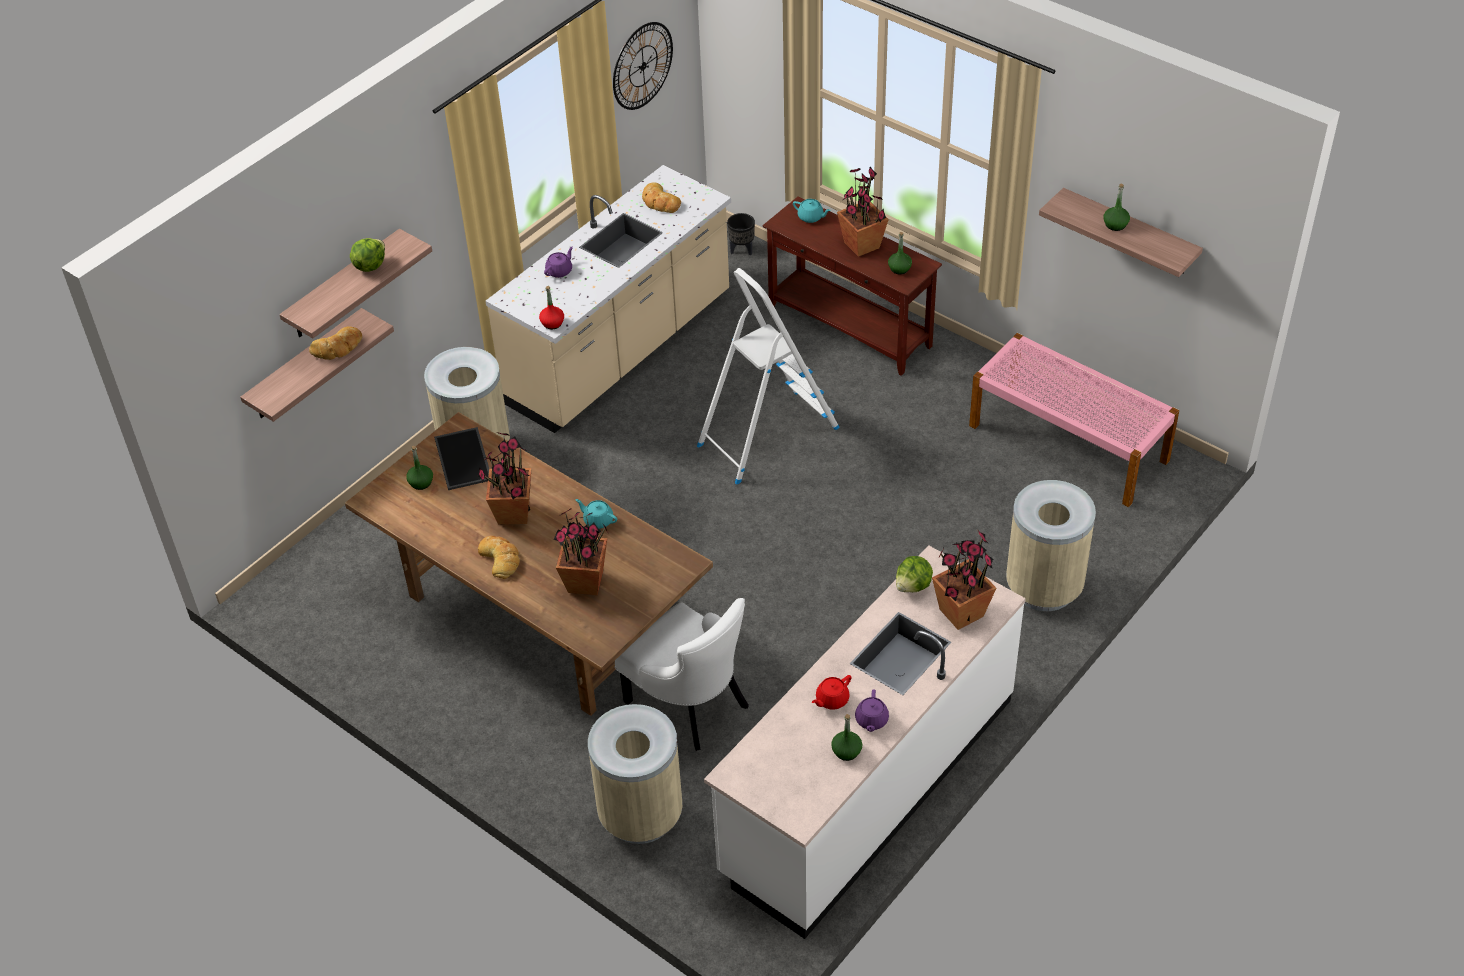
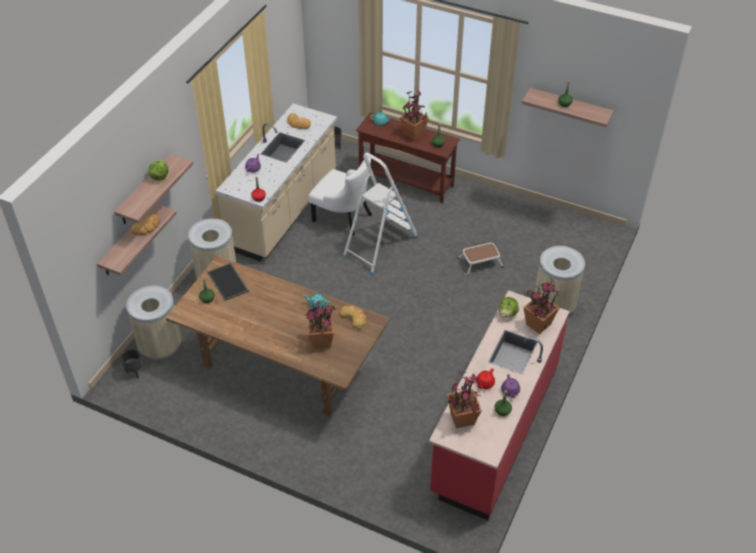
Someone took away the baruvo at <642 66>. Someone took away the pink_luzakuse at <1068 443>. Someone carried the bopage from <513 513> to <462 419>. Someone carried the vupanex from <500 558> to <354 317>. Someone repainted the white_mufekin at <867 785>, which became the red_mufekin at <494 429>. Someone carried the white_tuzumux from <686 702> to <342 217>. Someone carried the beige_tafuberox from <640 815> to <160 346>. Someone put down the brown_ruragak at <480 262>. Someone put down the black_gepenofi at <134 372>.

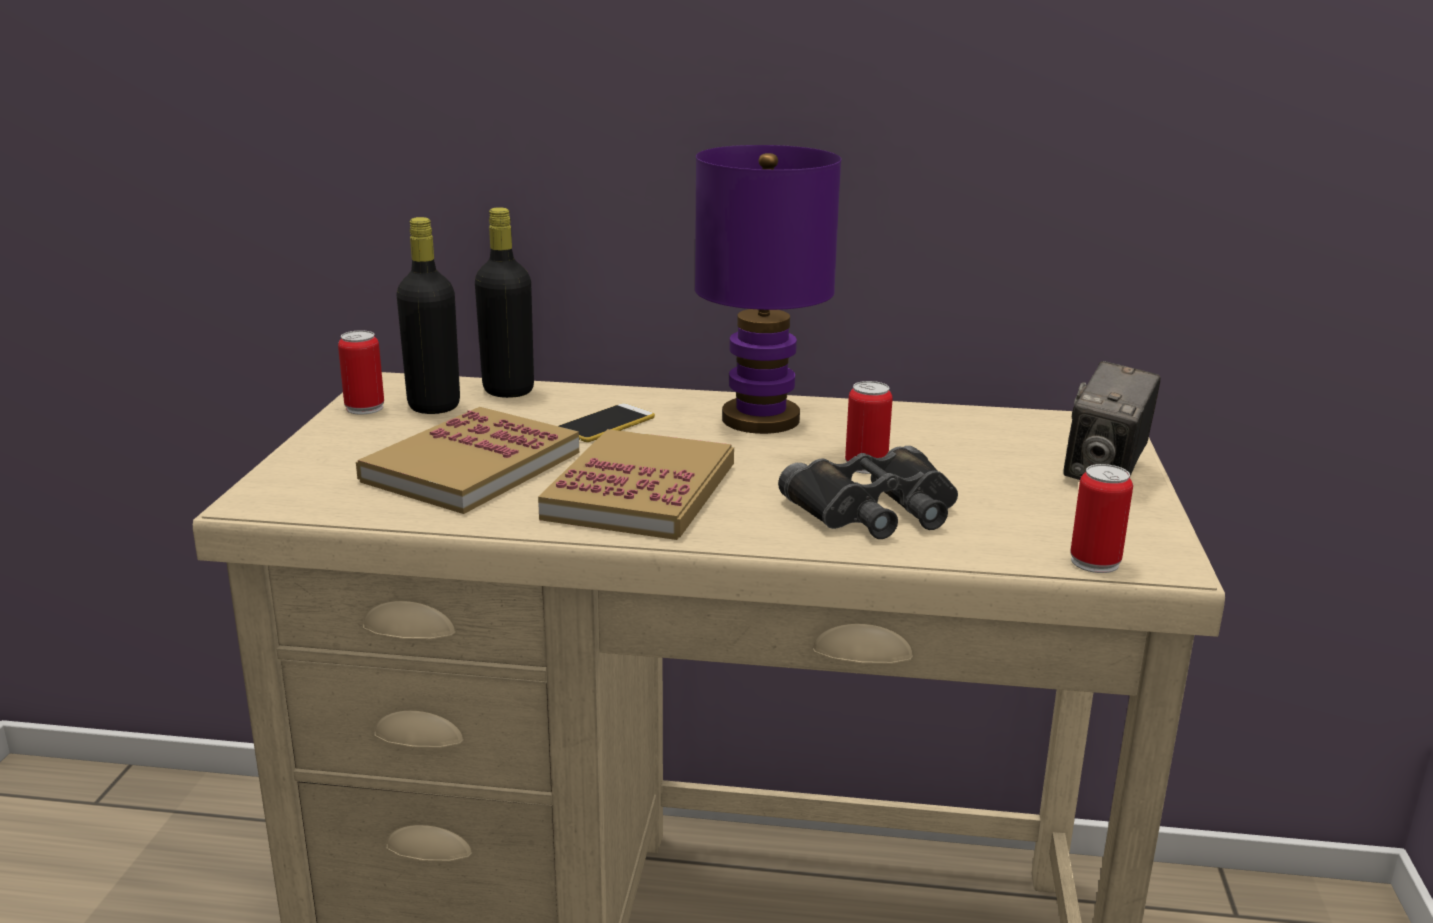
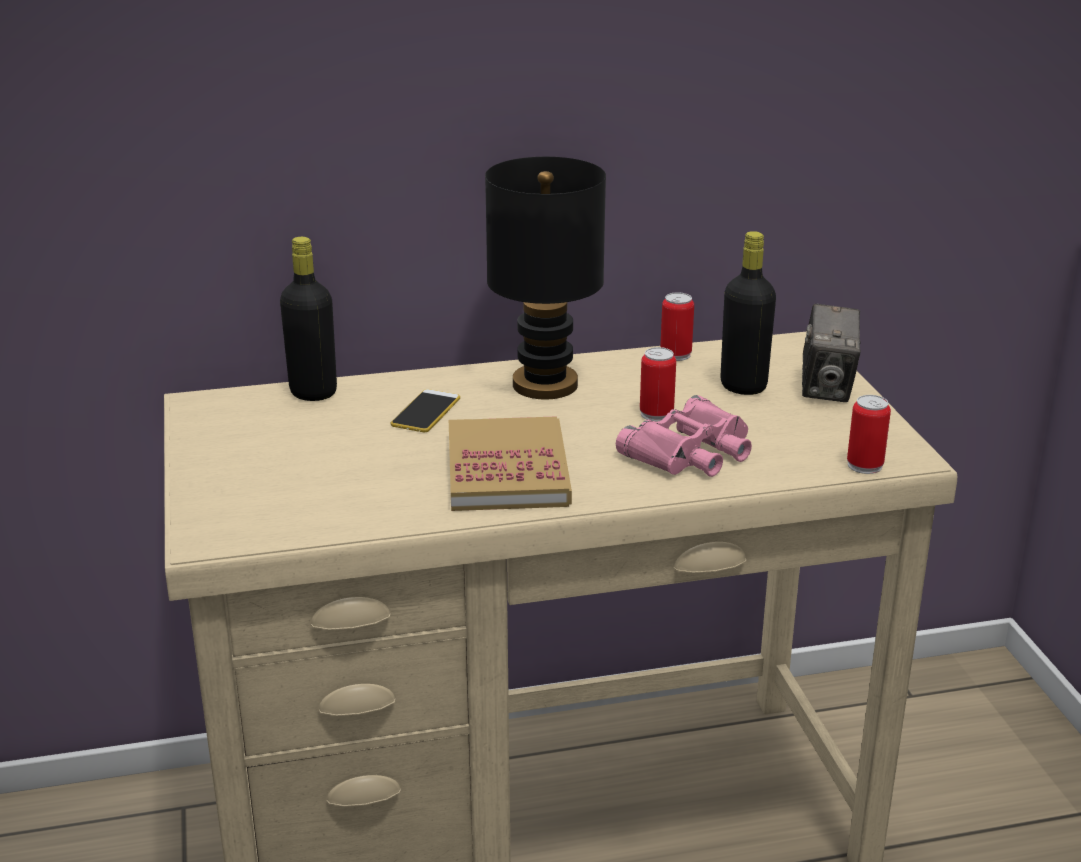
Someone repainted the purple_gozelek at <759 420>, which became the black_gozelek at <544 385>. Someone carried the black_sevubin from <434 406> to <743 386>. Someone carried the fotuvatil from <364 408> to <675 354>. Someone took away the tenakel at <471 466>. Someone repainted the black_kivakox at <876 510>, which became the pink_kivakox at <691 452>.

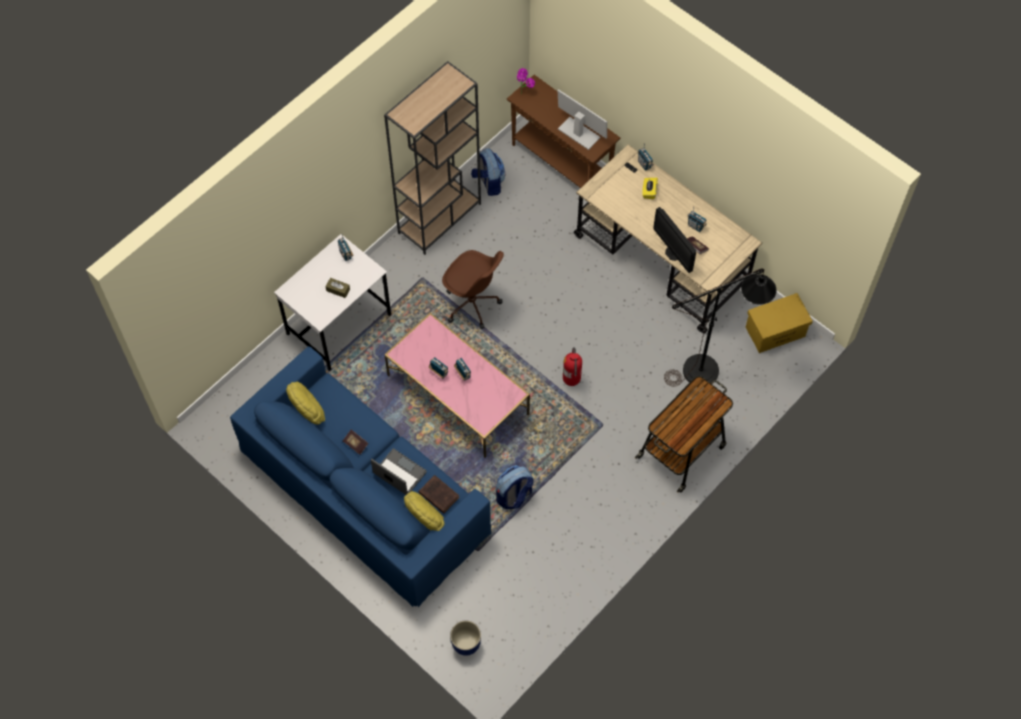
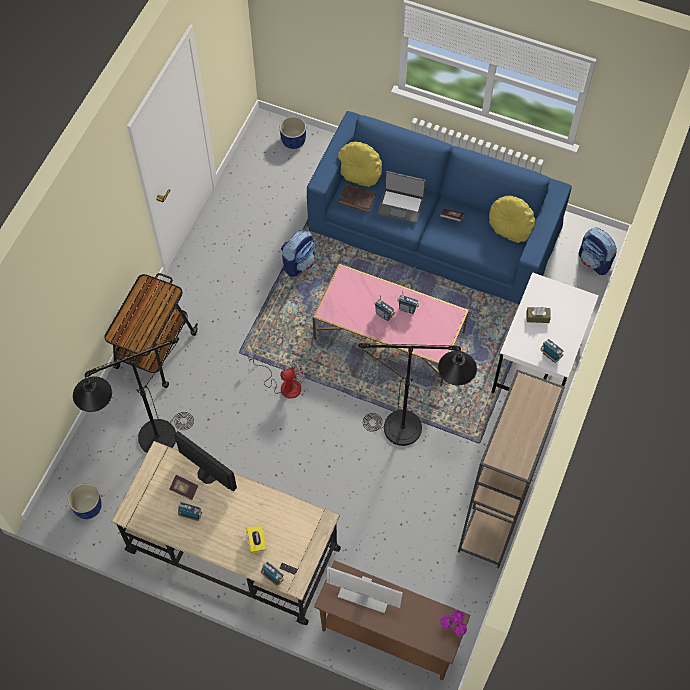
Someone carried the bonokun from <489 183> to <594 262>. Someone swapped the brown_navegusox at <473 305> for the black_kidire at <413 430>. Someone swapped the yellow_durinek at <775 331> for the blue_gepenofi at <88 508>. Someone swapped the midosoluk at <572 381> for the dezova at <284 385>.

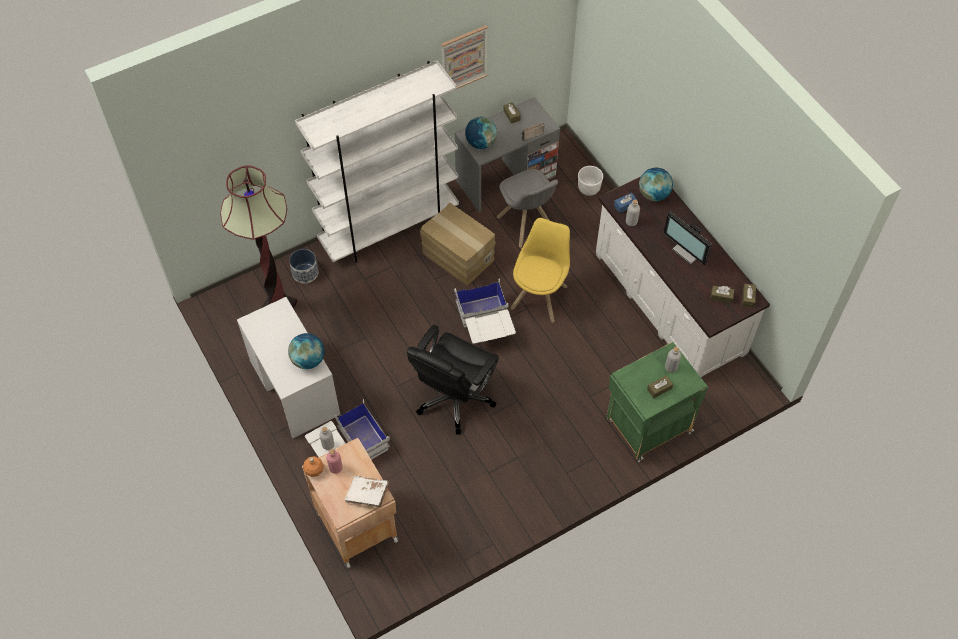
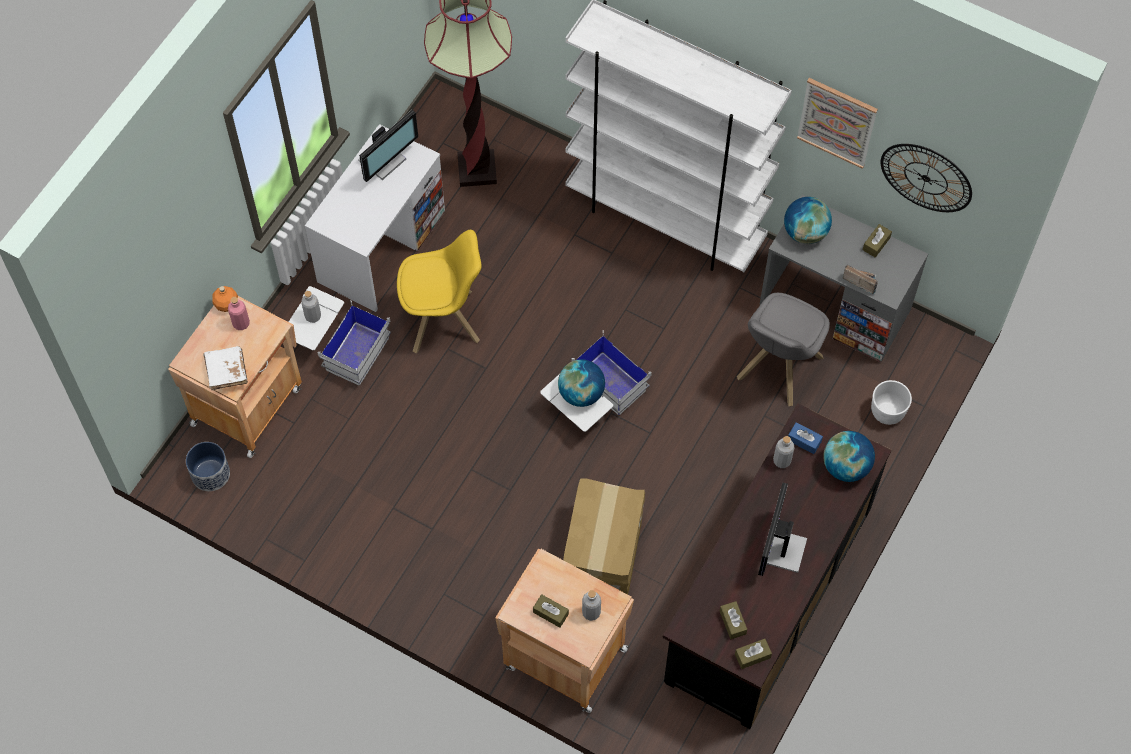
Someone repainted the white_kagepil at <669 305>, which became the black_kagepil at <766 598>. Someone carried the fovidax from <457 256> to <601 550>. Someone carried the yellow_tuzumux from <539 297> to <443 320>. Someone carried the gepenofi from <305 273> to <211 473>. Someone took away the black_navegusox at <455 398>. Someone carried the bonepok from <308 360> to <581 393>. Someone repainted the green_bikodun at <647 427>, which became the brown_bikodun at <563 657>. Someone put down the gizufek at <384 160>. Someone put up the baruvo at <926 178>.

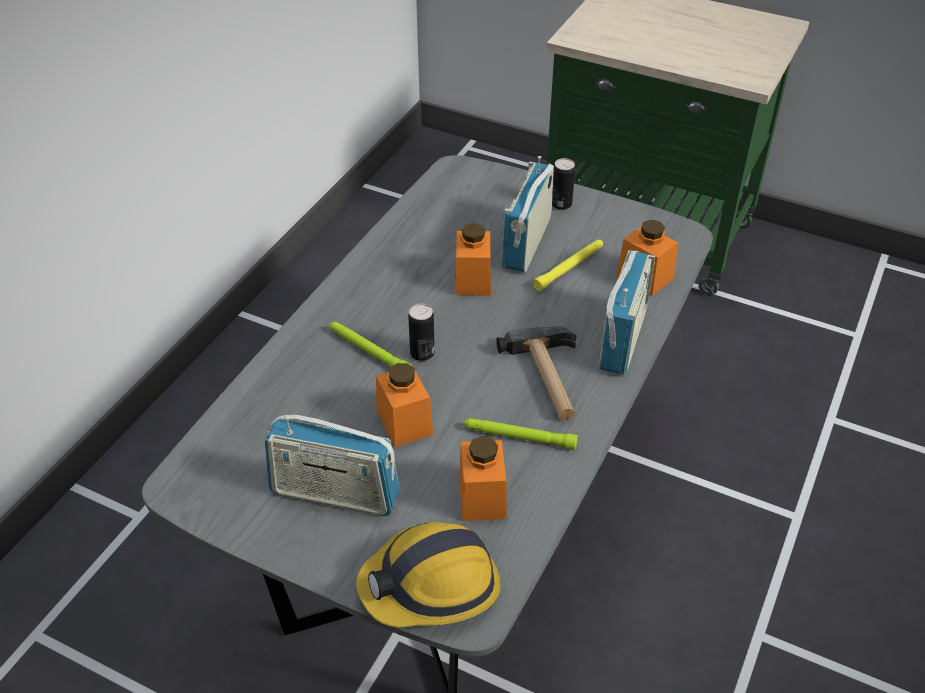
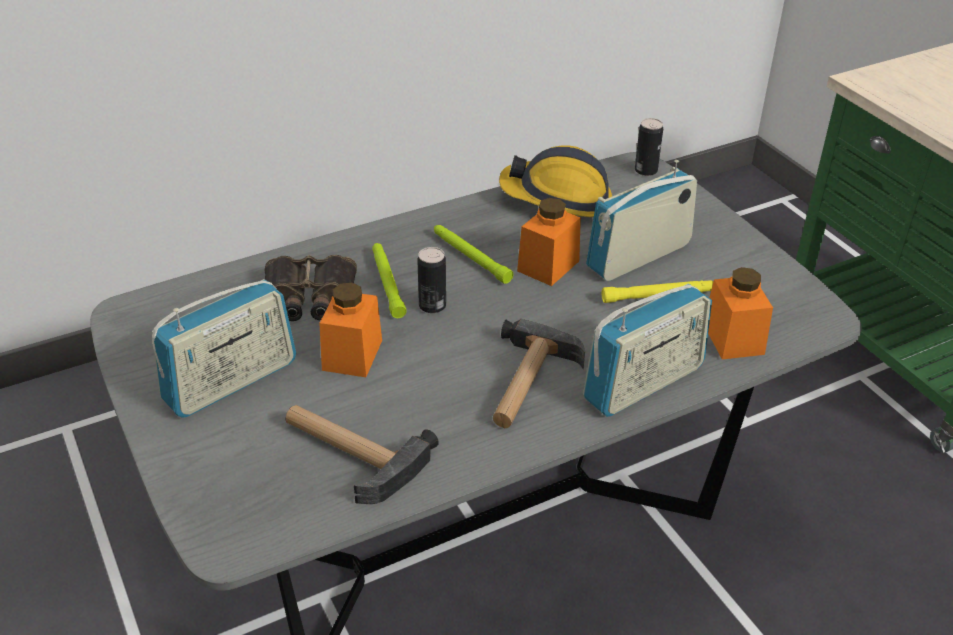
Someone carried the fotuvatil from <561 204> to <645 170>. Someone rotated the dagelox at <335 494> by 90 degrees counterclockwise. Someone carried the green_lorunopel from <519 437> to <470 257>. Someone swapped the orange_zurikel at <482 497> for the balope at <349 452>. Someone carried the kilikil from <431 586> to <558 198>. Someone put down the kivakox at <309 297>.

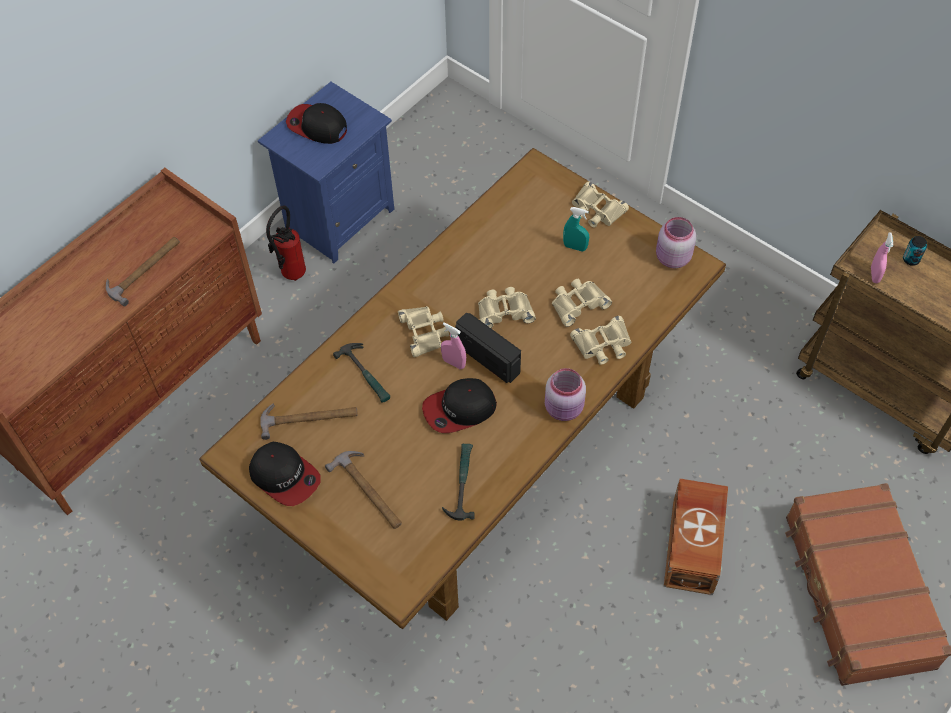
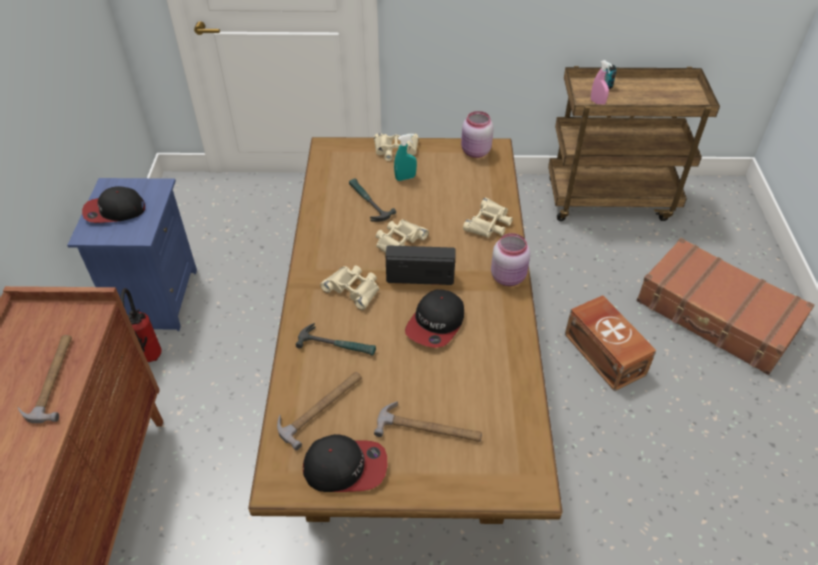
Someone took away the beige_kivakox at <578 303>. Someone took away the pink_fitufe at <454 363>. Someone carried the balope from <461 483> to <368 202>.

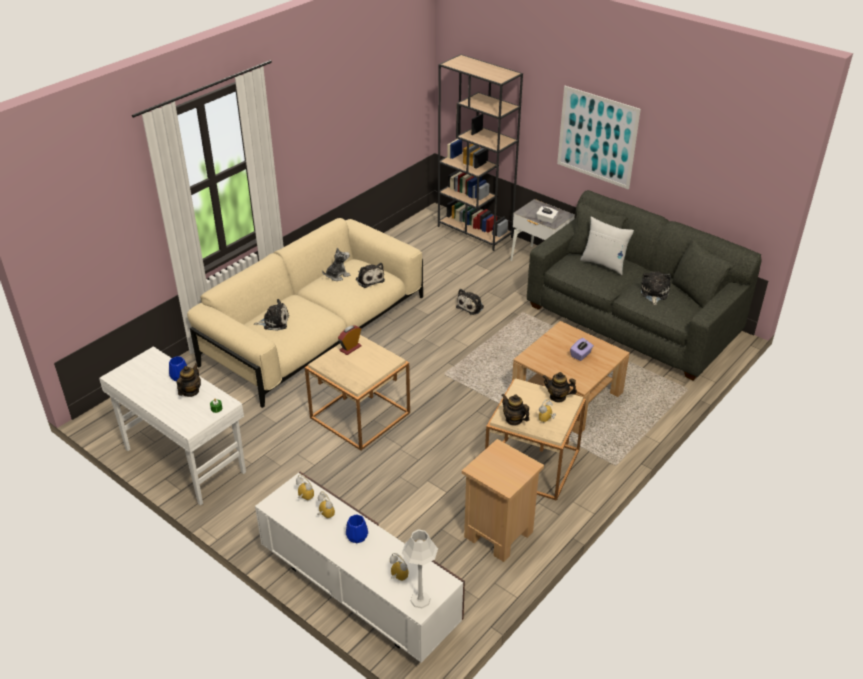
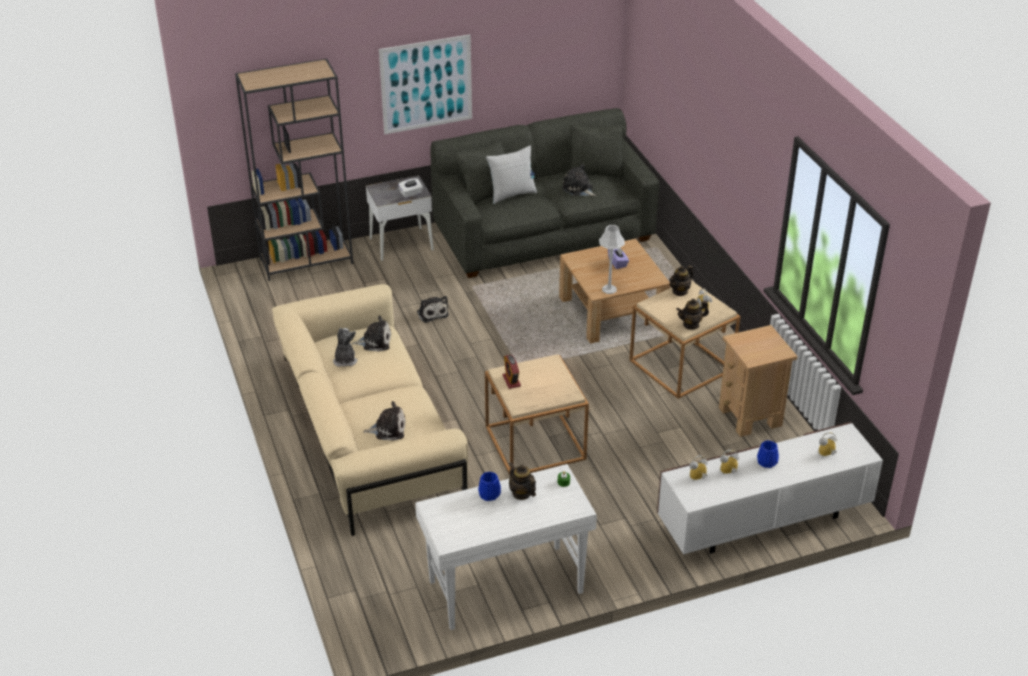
Someone rotated the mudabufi at <274 322> by 60 degrees clockwise. Someone carried the grey_gozelek from <420 600> to <609 289>.

